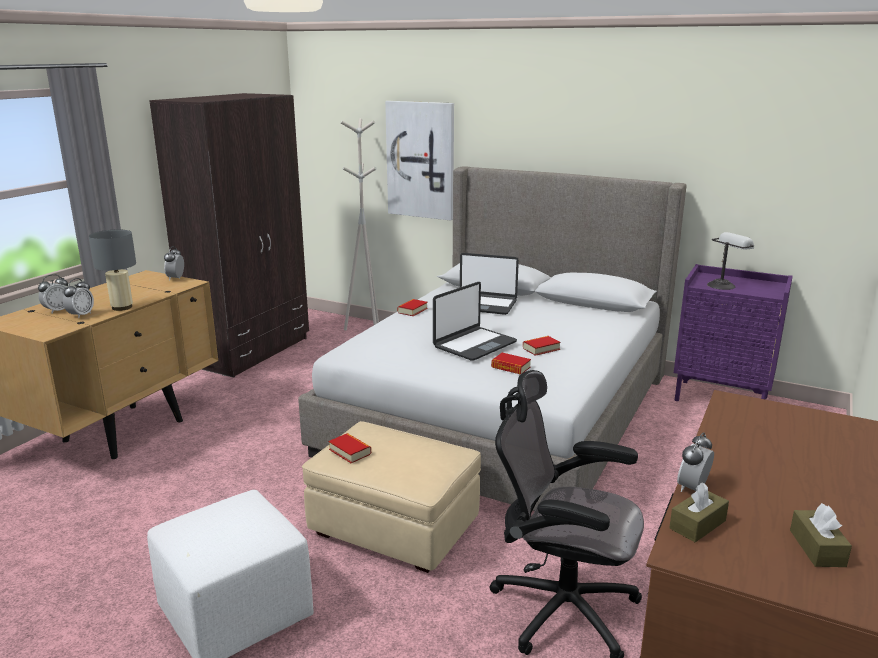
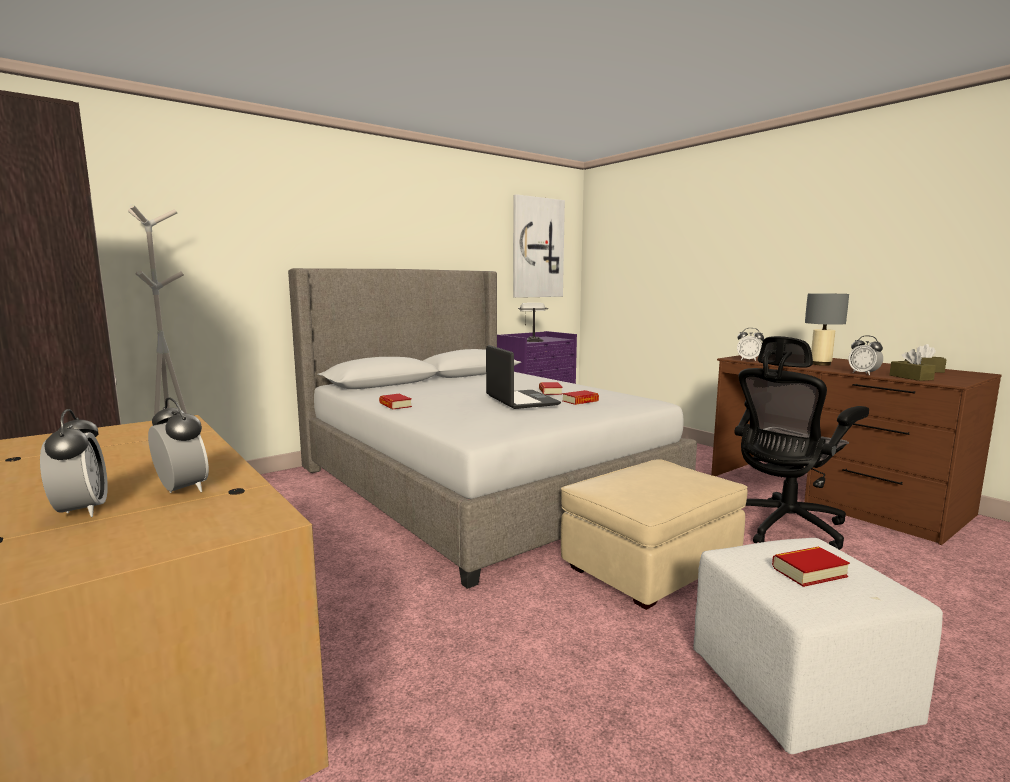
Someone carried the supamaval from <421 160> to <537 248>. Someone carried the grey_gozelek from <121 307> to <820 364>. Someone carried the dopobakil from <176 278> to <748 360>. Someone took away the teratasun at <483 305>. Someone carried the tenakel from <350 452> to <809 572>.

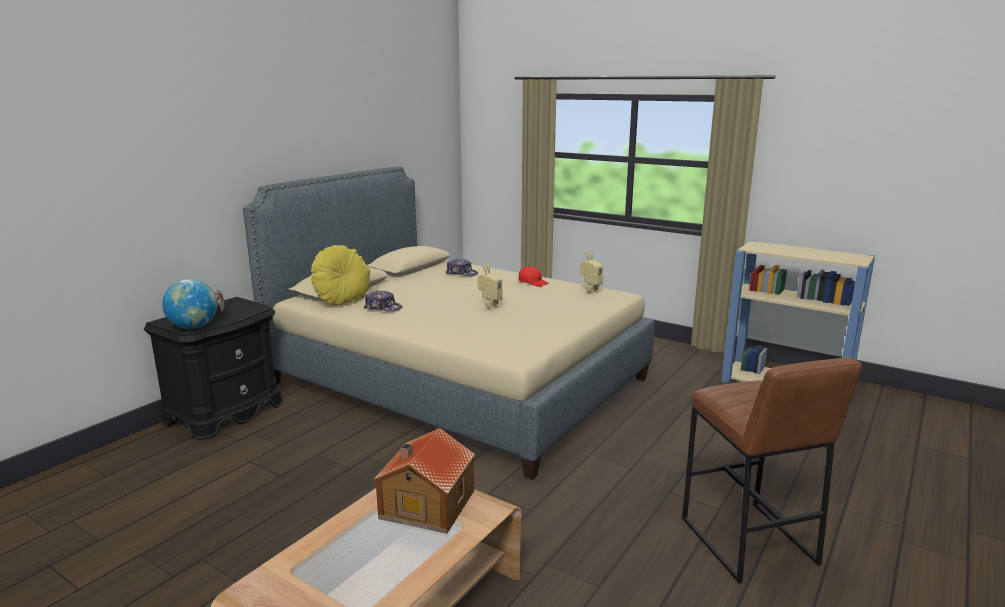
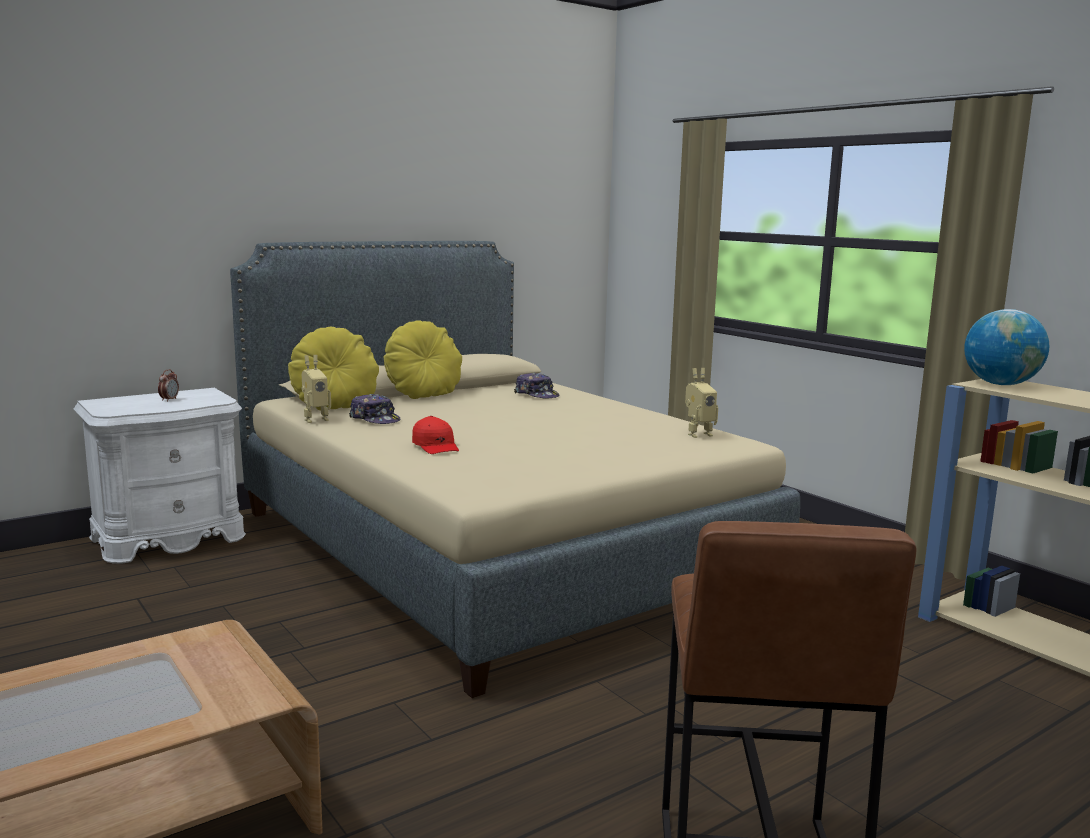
Someone carried the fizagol from <489 307> to <315 419>. Someone carried the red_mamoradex from <533 282> to <435 446>. Someone carried the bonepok from <194 327> to <1001 384>. Someone repainted the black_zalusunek at <229 413>, which became the white_zalusunek at <172 539>. Someone took away the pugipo at <425 505>. Someone put down the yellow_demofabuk at <423 396>.

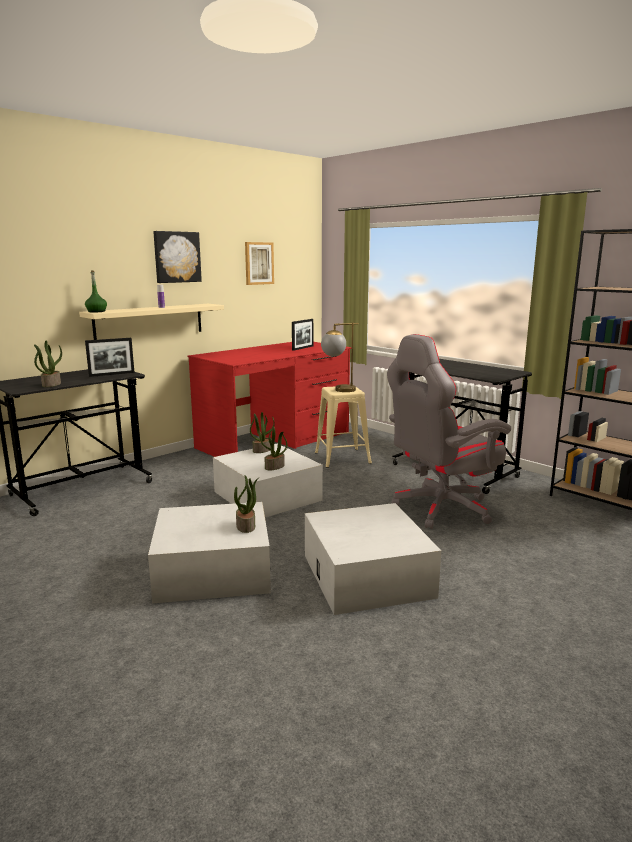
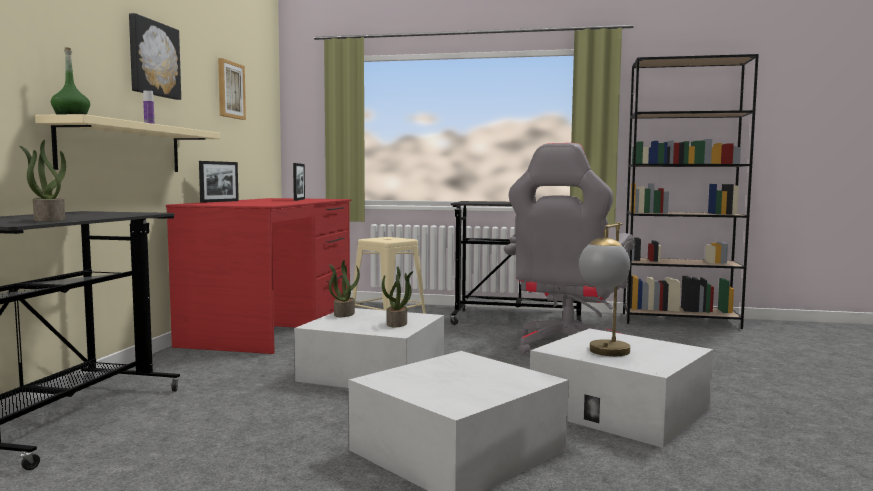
Someone carried the gozelek from <338 390> to <605 354>. Someone carried the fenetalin from <112 374> to <219 201>. Someone took away the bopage at <246 526>.

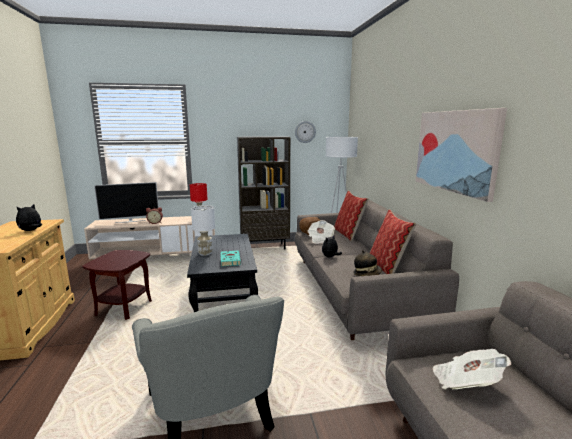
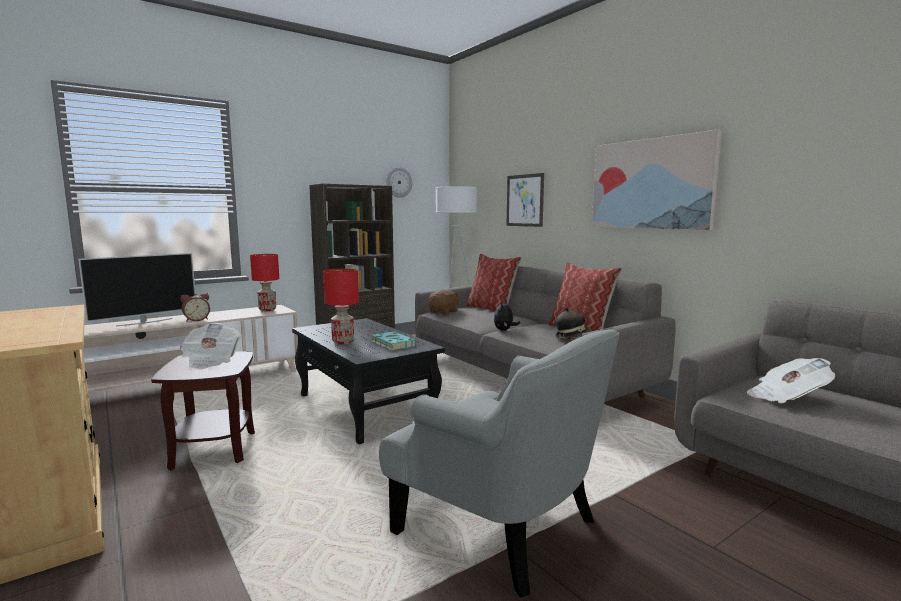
Someone took away the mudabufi at <31 230>. Someone repainted the white_gozelek at <205 253>, which became the red_gozelek at <343 342>. Someone carried the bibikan from <320 239> to <210 361>. Someone put up the supamaval at <525 200>.

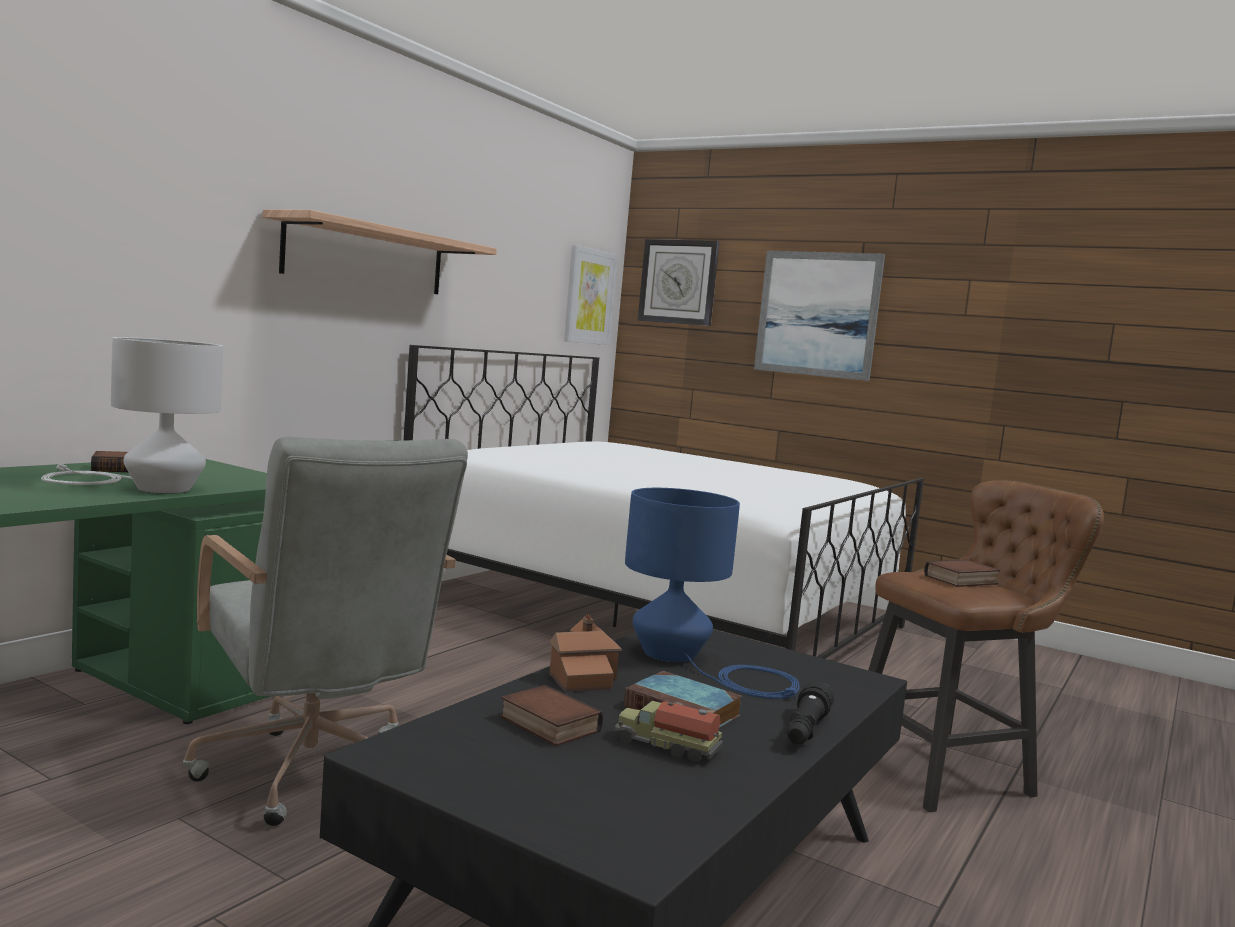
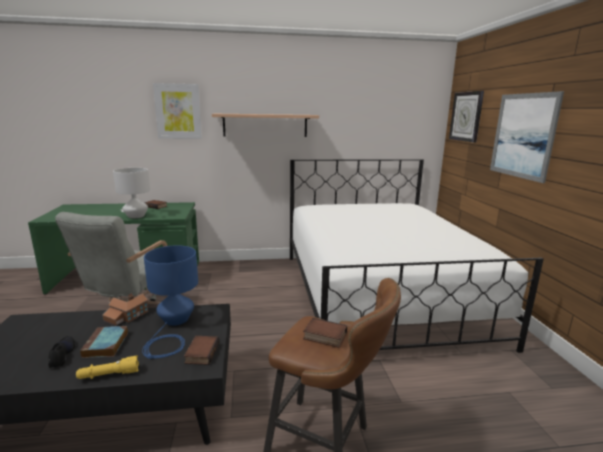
Someone carried the supamaval from <589 296> to <178 111>. Someone repainted the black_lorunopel at <805 731>, which became the yellow_lorunopel at <109 375>. Someone carried the tenakel from <546 724> to <201 353>. Someone swapped the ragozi at <666 746> for the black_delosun at <62 355>.

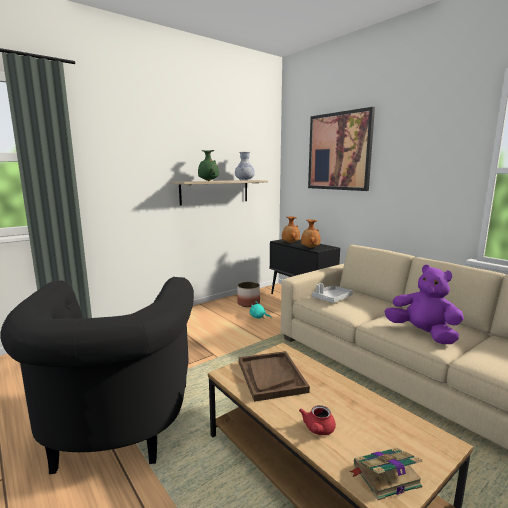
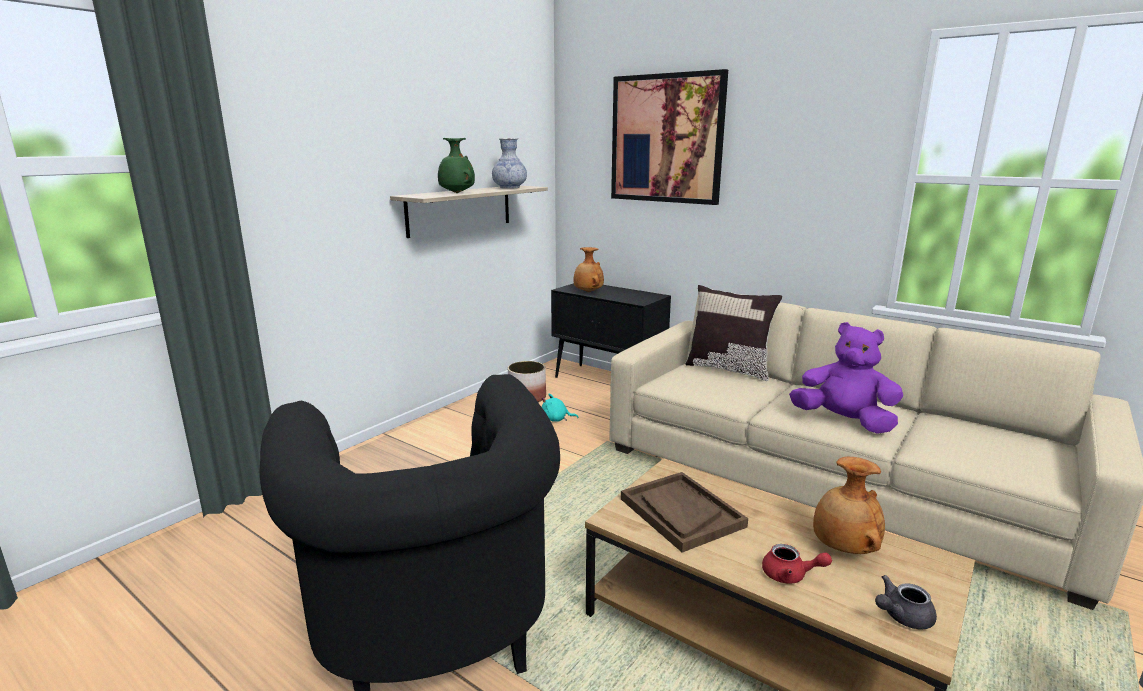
Someone carried the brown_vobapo from <310 248> to <843 548>. Someone took away the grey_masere at <331 298>. Someone rotated the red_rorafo at <318 430> by 75 degrees counterclockwise. Someone swapped the tenakel at <385 476> for the grey_rorafo at <901 616>. Someone put down the demofabuk at <729 369>.

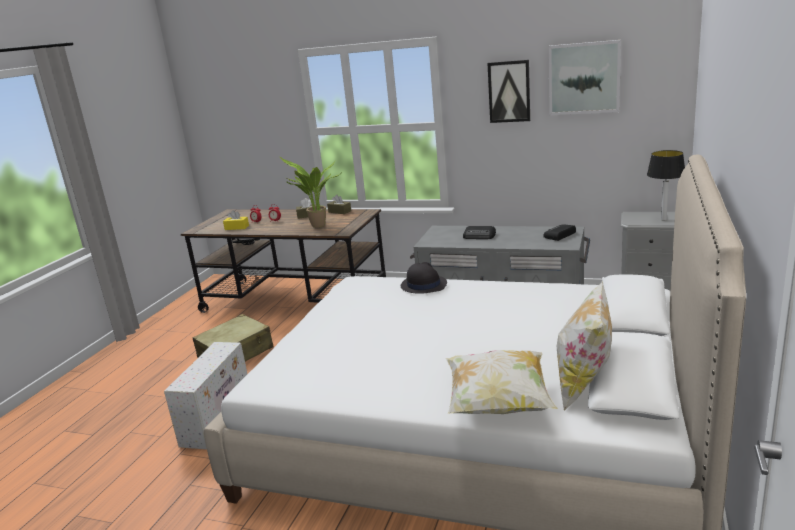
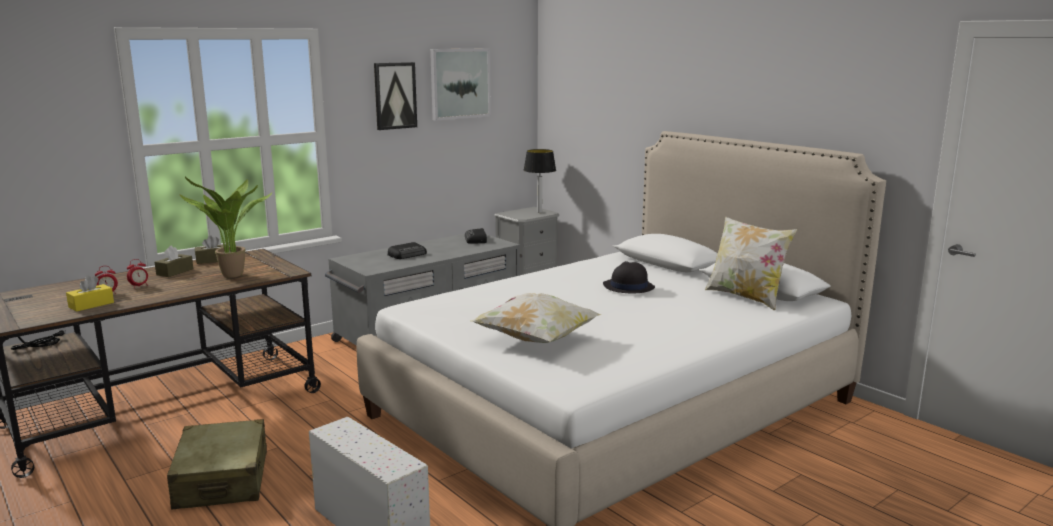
Someone carried the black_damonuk from <423 285> to <628 287>. Someone carried the demofabuk from <498 404> to <536 340>.

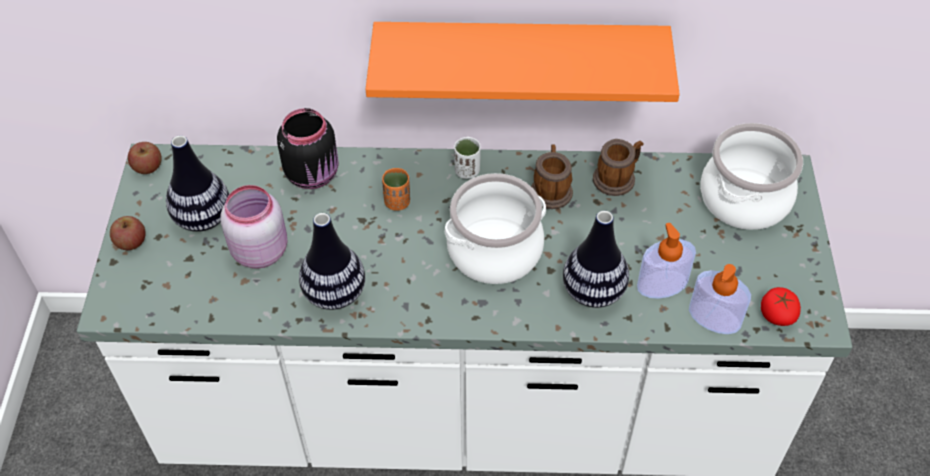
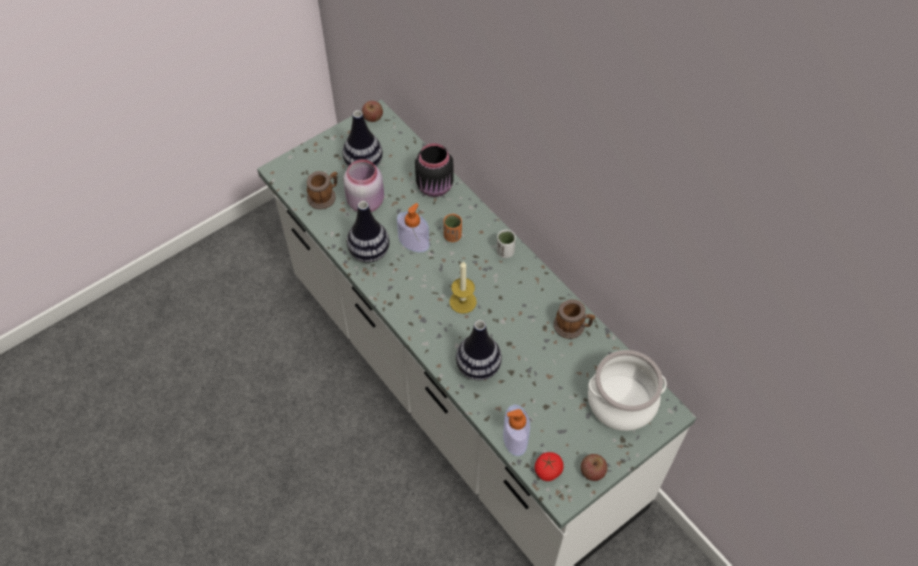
Someone took away the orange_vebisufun at <520 59>. Someone carried the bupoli from <551 189> to <324 196>. Someone swapped the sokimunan at <494 250> for the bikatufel at <463 301>. Someone carried the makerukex from <131 242> to <592 471>. Someone carried the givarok from <662 284> to <413 242>.

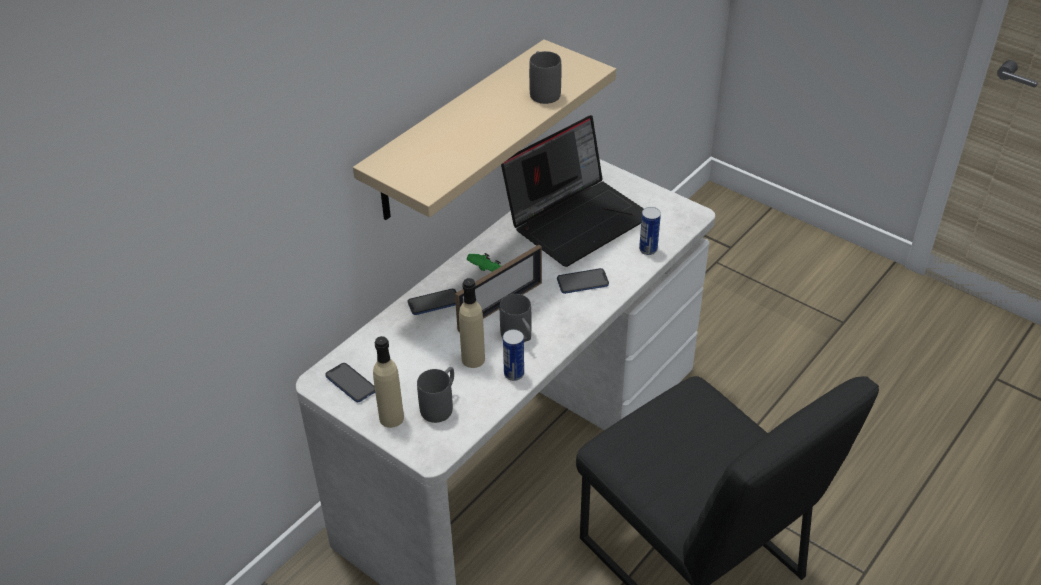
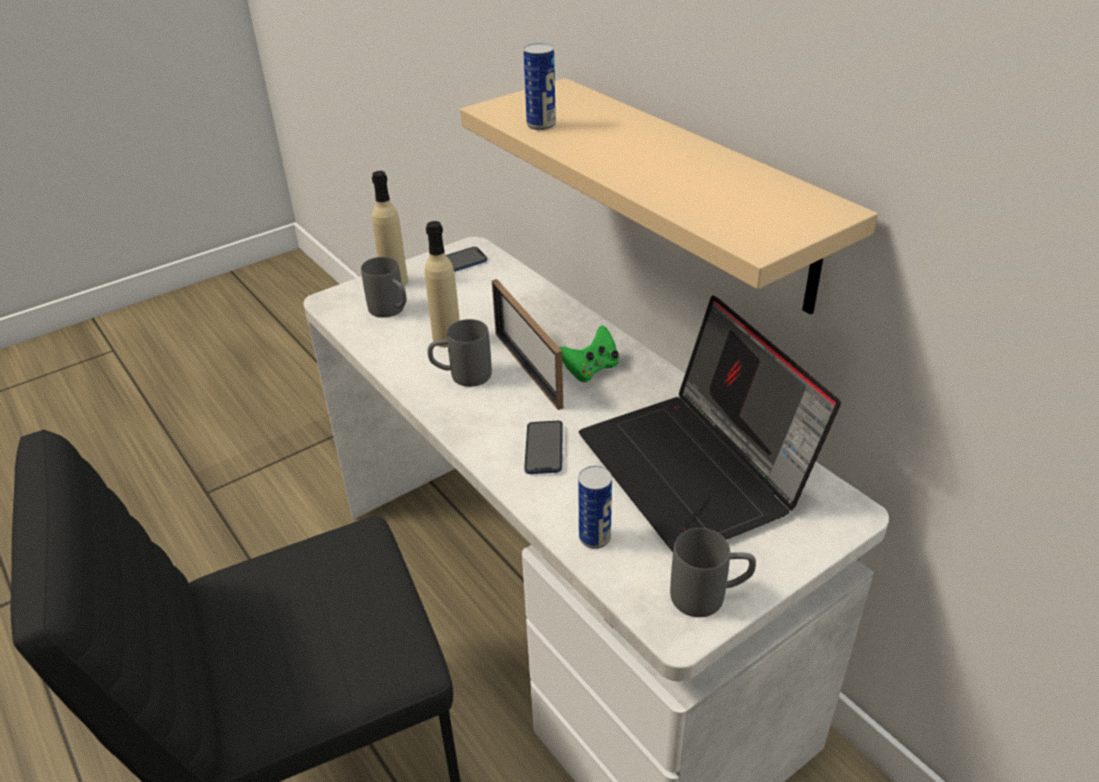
Someone carried the grey_bupoli from <543 91> to <710 596>. Someone took away the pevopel at <434 303>. Someone carried the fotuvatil from <514 374> to <541 125>.

